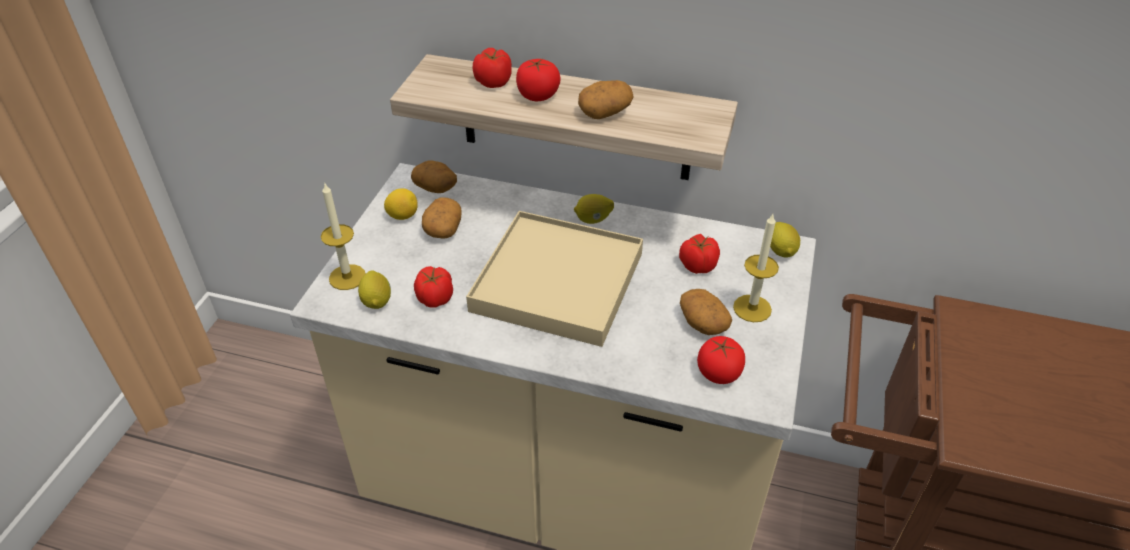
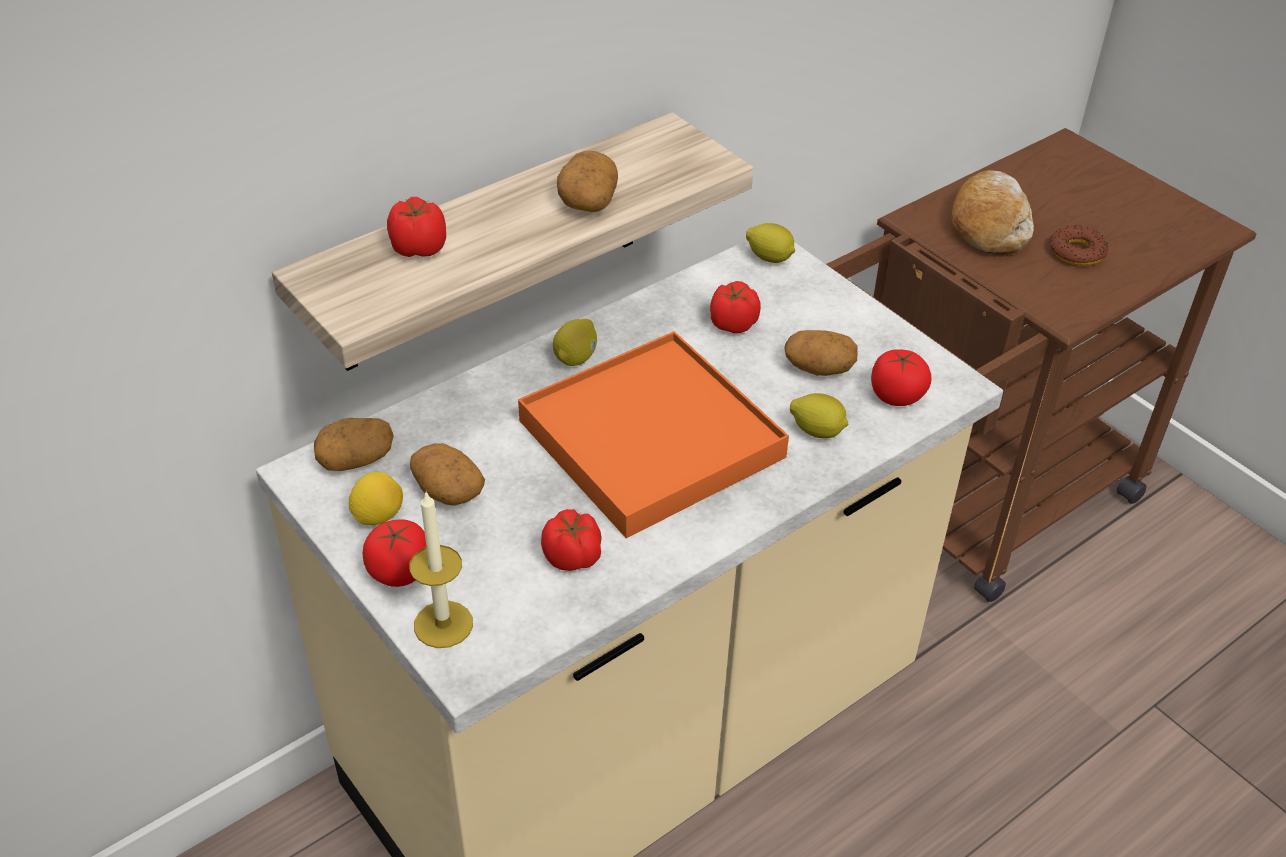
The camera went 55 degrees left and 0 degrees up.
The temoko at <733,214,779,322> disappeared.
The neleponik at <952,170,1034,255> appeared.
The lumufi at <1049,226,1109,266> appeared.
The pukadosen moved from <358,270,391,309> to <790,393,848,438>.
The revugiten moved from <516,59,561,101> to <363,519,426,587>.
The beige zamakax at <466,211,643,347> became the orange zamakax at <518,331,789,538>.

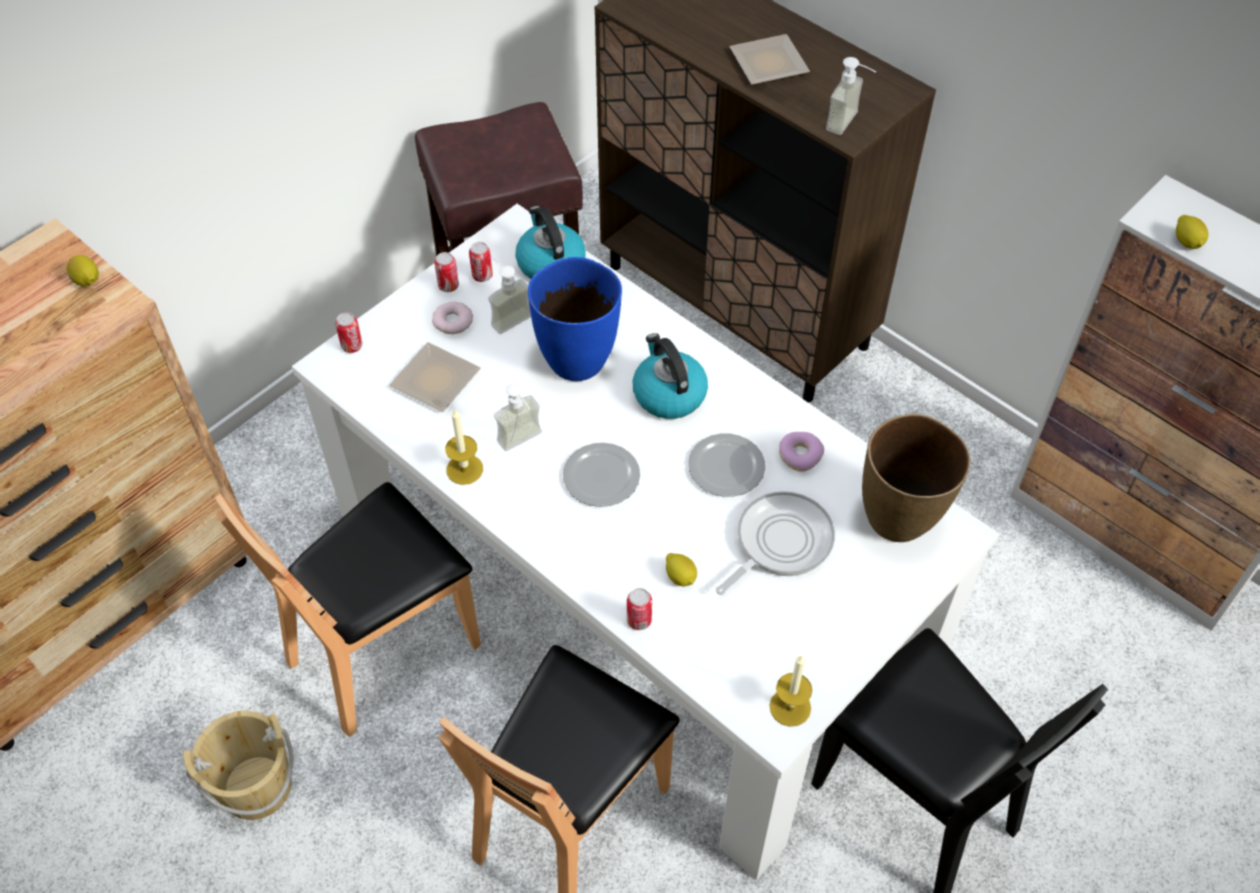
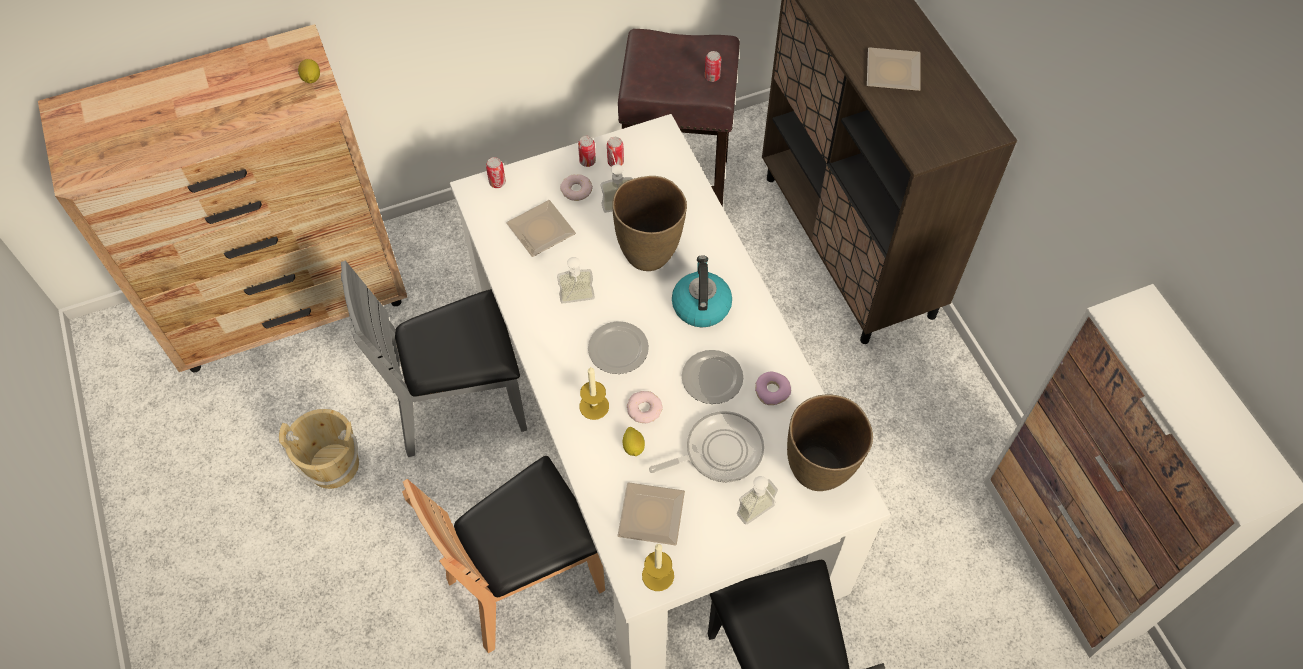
The camera went 25 degrees right and 5 degrees up.
The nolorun at <516,206,585,279> disappeared.
The pukadosen at <1176,215,1209,249> disappeared.
The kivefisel at <617,482,685,545> appeared.
The lumufi at <627,391,663,423> appeared.
The temoko moved from <445,408,483,485> to <579,367,609,420>.
The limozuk moved from <627,588,652,630> to <705,51,721,82>.
The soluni moved from <826,57,876,135> to <737,476,778,525>.
The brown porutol at <215,482,481,737> became the grey porutol at <341,260,527,457>.
The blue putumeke at <528,257,622,381> became the brown putumeke at <612,176,687,271>.

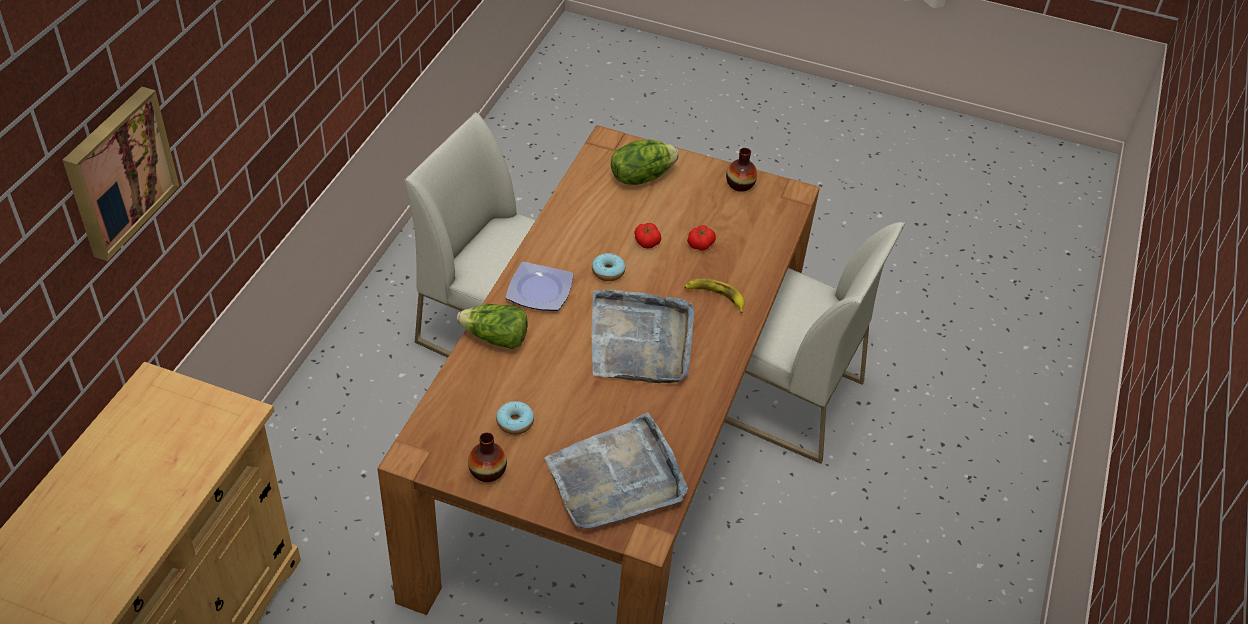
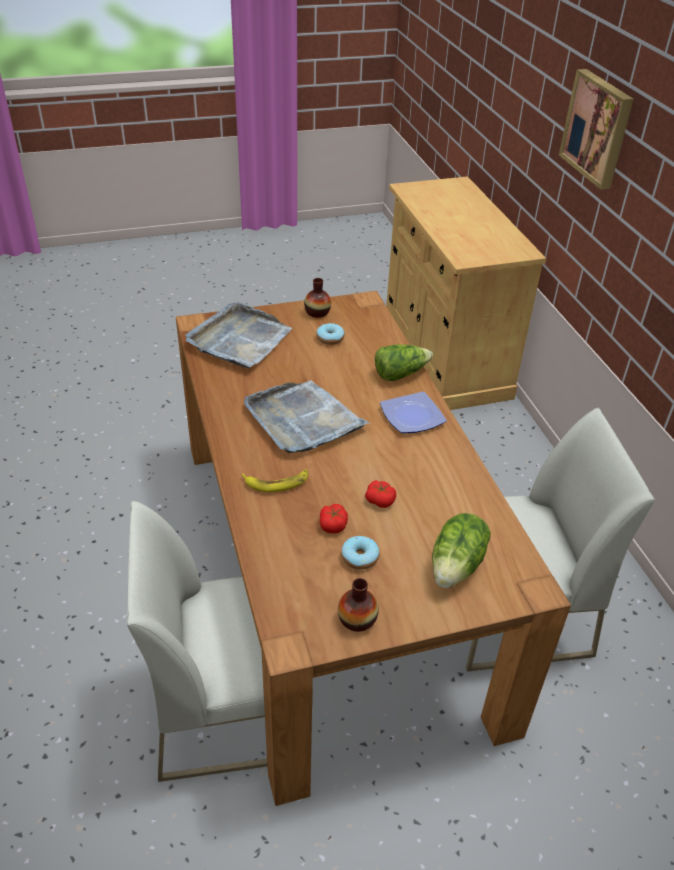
The camera went 145 degrees right and 5 degrees down.
The lumufi moved from <592,253,625,281> to <341,536,380,570>.

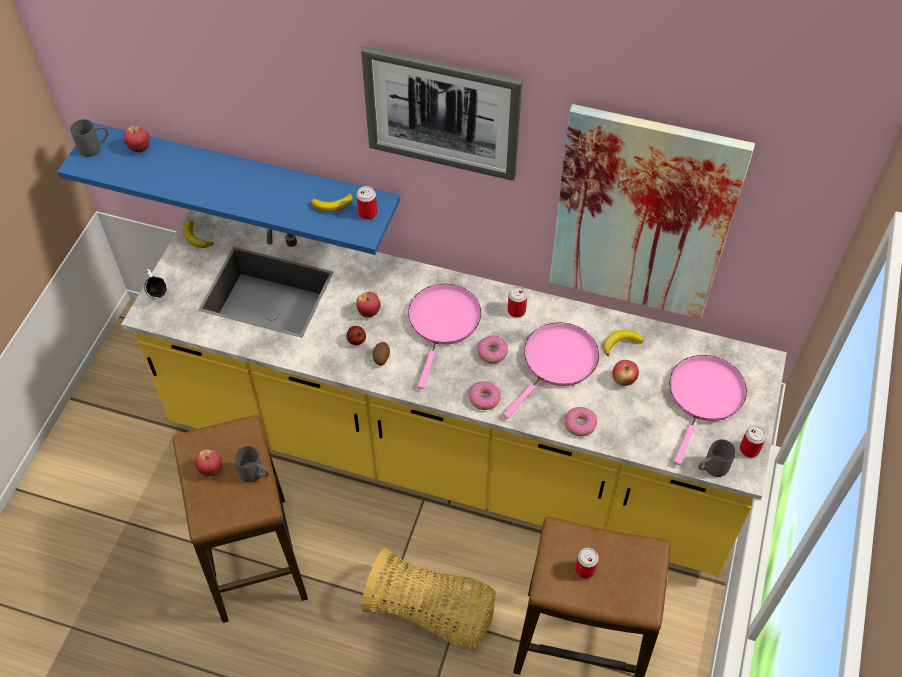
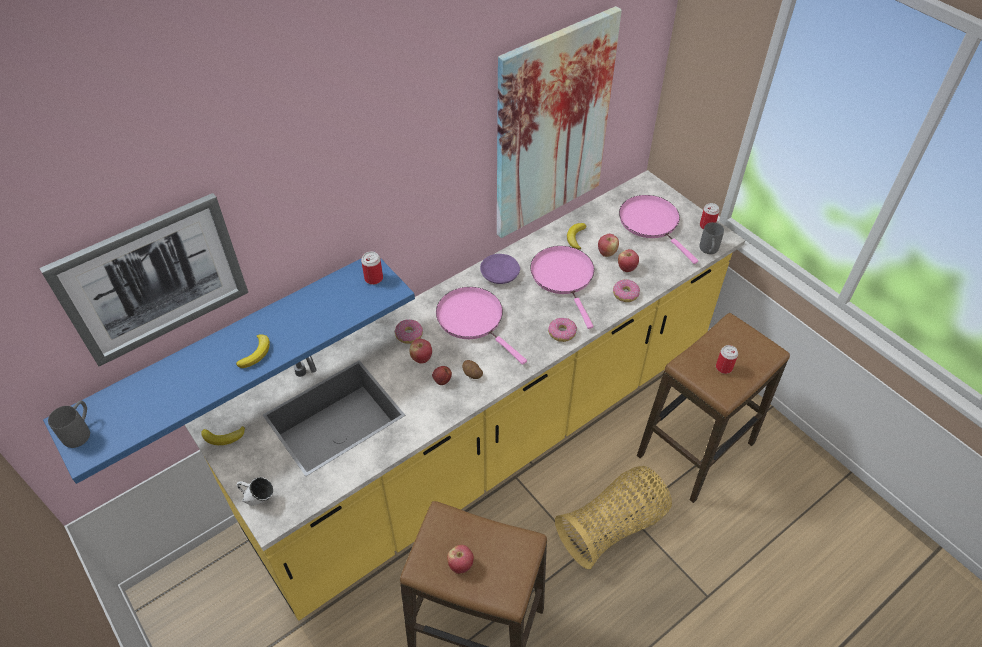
The camera went 55 degrees left and 5 degrees down.
The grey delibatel at <234,446,269,482> disappeared.
The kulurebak moved from <124,126,150,152> to <618,249,639,272>.
The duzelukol moved from <311,193,353,212> to <236,334,270,368>.
The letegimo moved from <361,46,522,181> to <39,193,248,366>.
The lumufi moved from <477,336,508,363> to <395,319,423,344>.
The limozuk at <508,286,527,317> was replaced by the purple kivefisel at <480,254,520,284>.

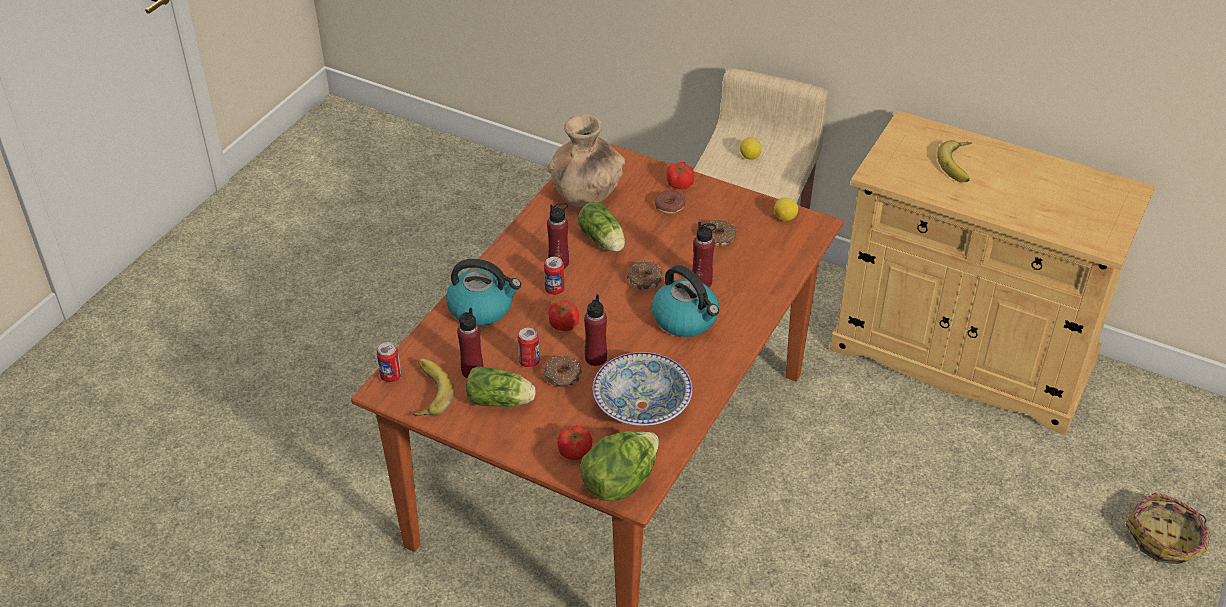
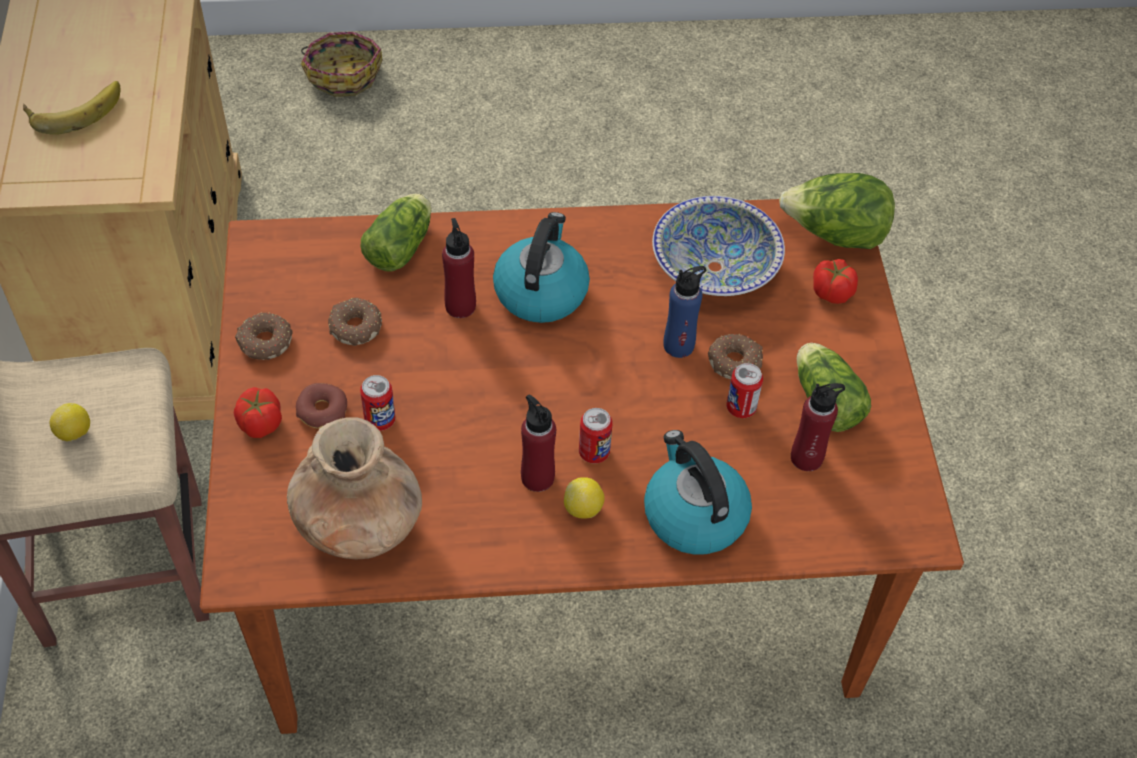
The camera went 125 degrees left and 10 degrees up.
The duzelukol at <413,359,454,416> disappeared.
The revugiten at <548,300,579,331> disappeared.
The limozuk moved from <377,342,401,382> to <360,375,395,431>.
The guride moved from <578,202,625,252> to <361,193,432,271>.
The lumufi moved from <627,261,663,290> to <235,313,293,360>.
The pukadosen moved from <774,197,798,221> to <564,477,605,519>.
The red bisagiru at <584,294,607,366> became the blue bisagiru at <663,266,707,358>.

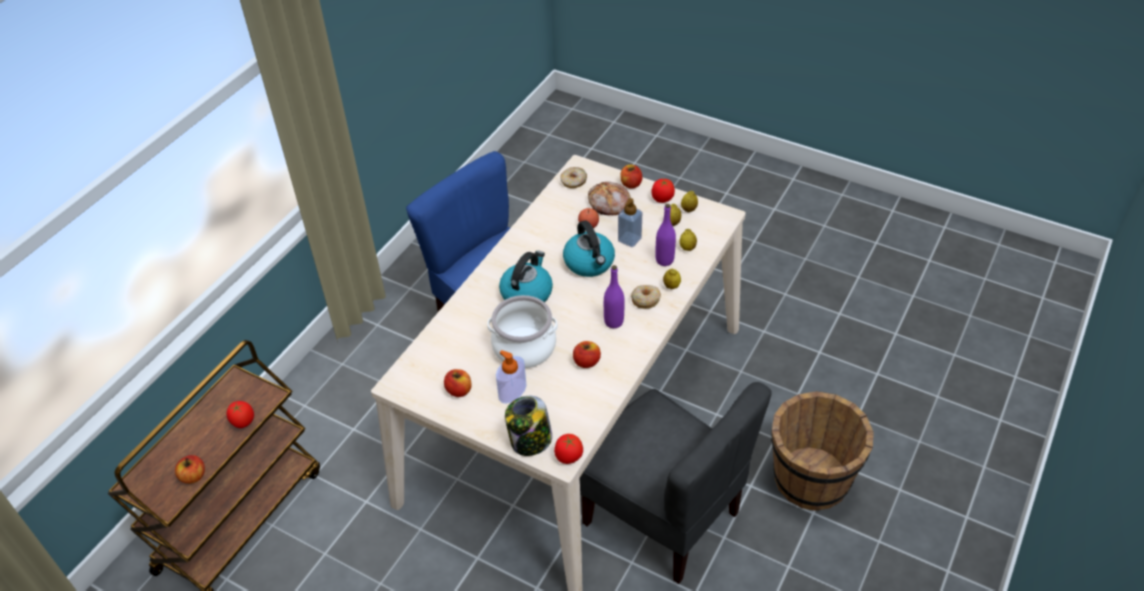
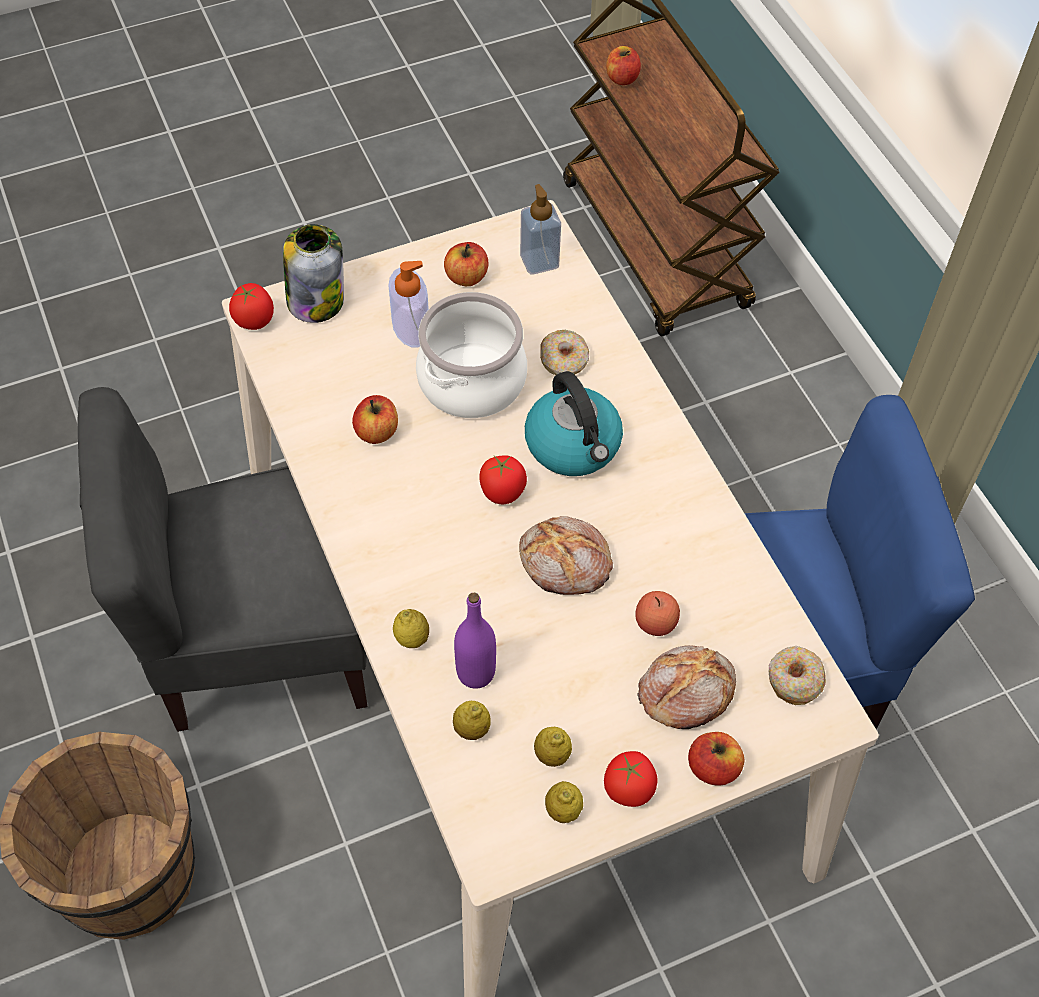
The camera went 125 degrees right and 10 degrees up.
The purple bisagiru at <604,265,625,328> disappeared.
The revugiten moved from <227,401,254,428> to <479,455,527,504>.
The soluni moved from <618,198,642,247> to <520,184,561,275>.
The lumufi moved from <631,285,661,309> to <540,330,589,375>.
The nolorun at <563,220,615,277> was replaced by the neleponik at <519,516,613,595>.

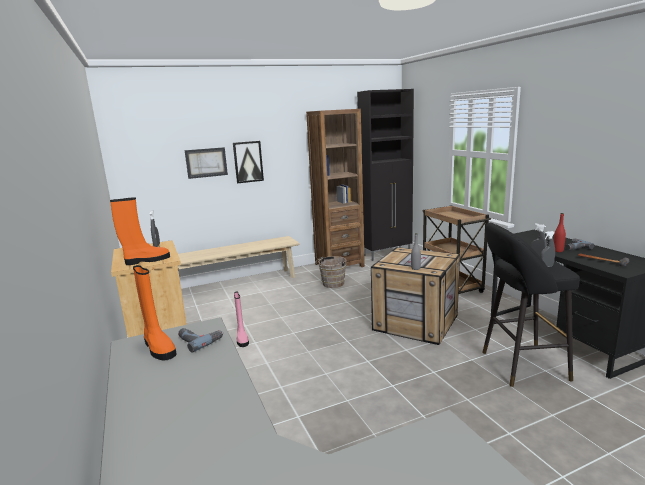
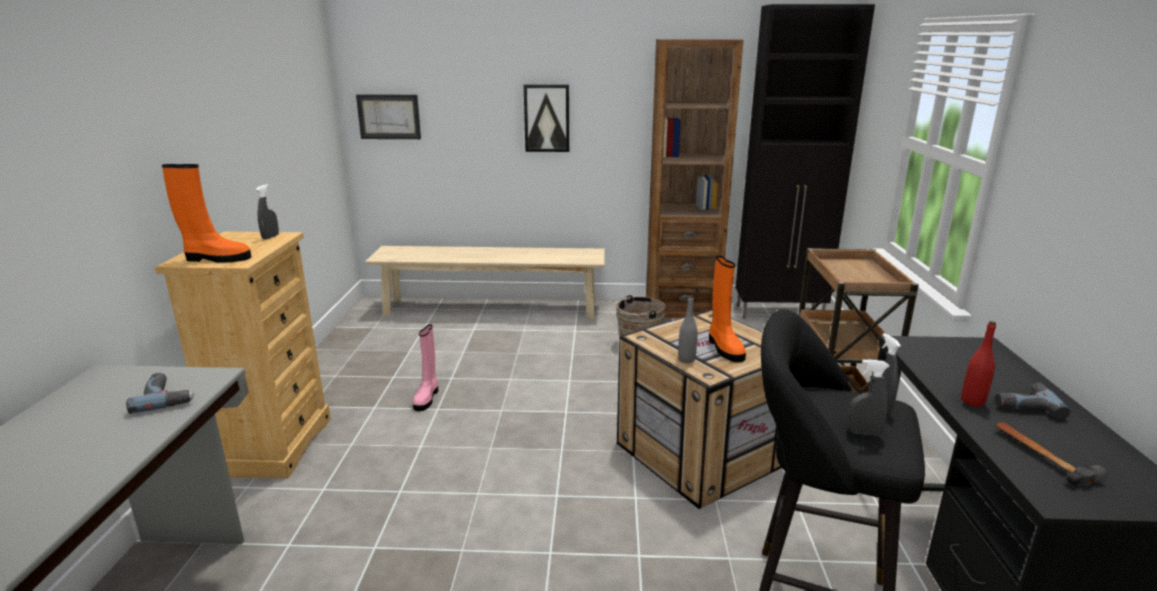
The camera went 25 degrees right and 5 degrees up.
The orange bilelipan moved from <133,265,176,360> to <709,256,746,362>.
The letegimo moved from <184,147,228,179> to <356,94,421,139>.

